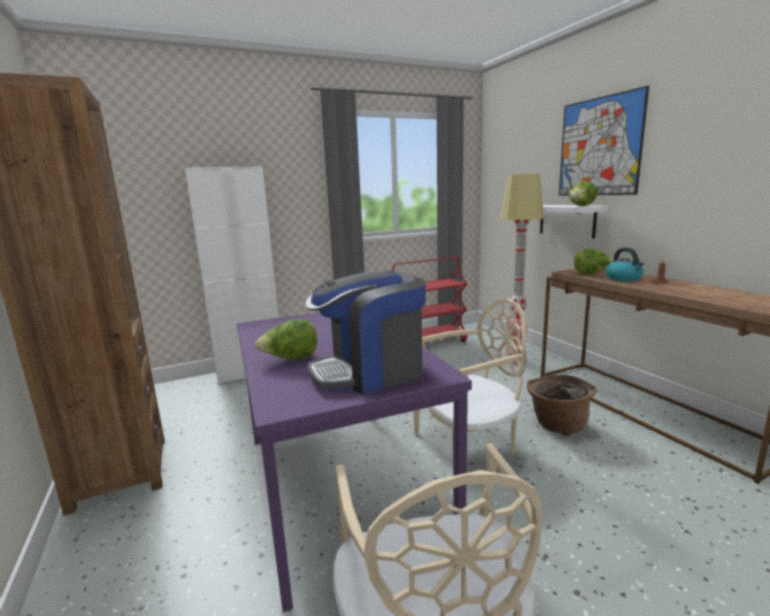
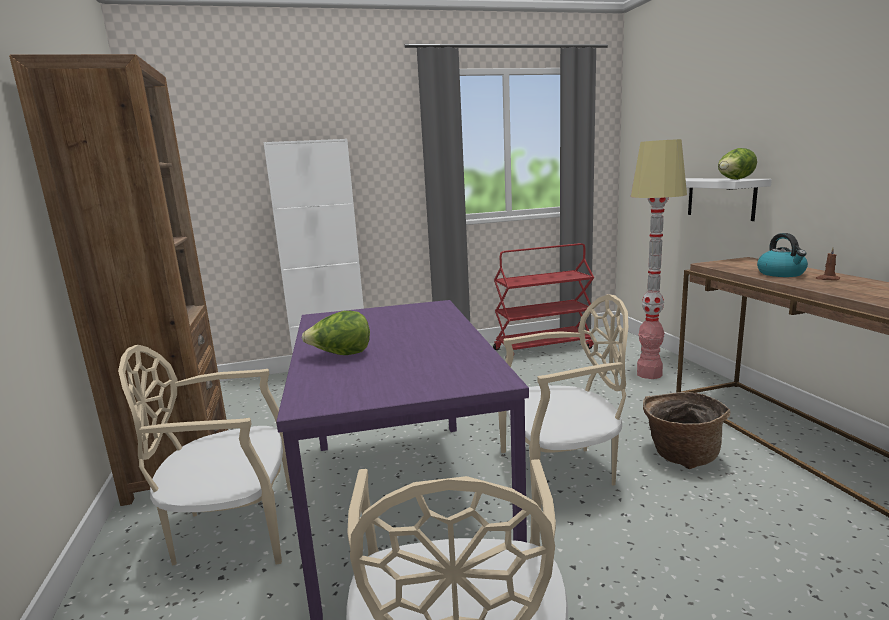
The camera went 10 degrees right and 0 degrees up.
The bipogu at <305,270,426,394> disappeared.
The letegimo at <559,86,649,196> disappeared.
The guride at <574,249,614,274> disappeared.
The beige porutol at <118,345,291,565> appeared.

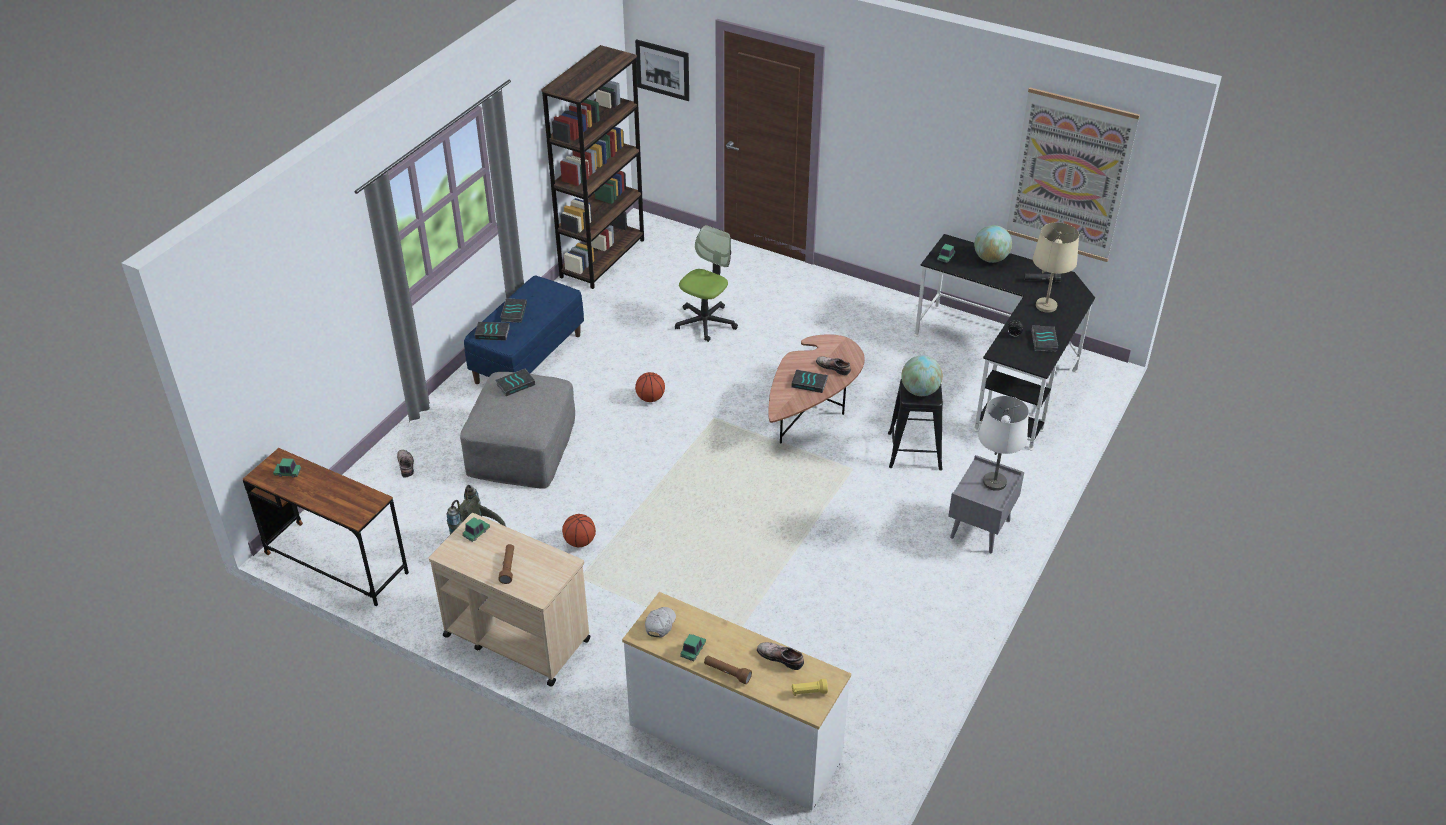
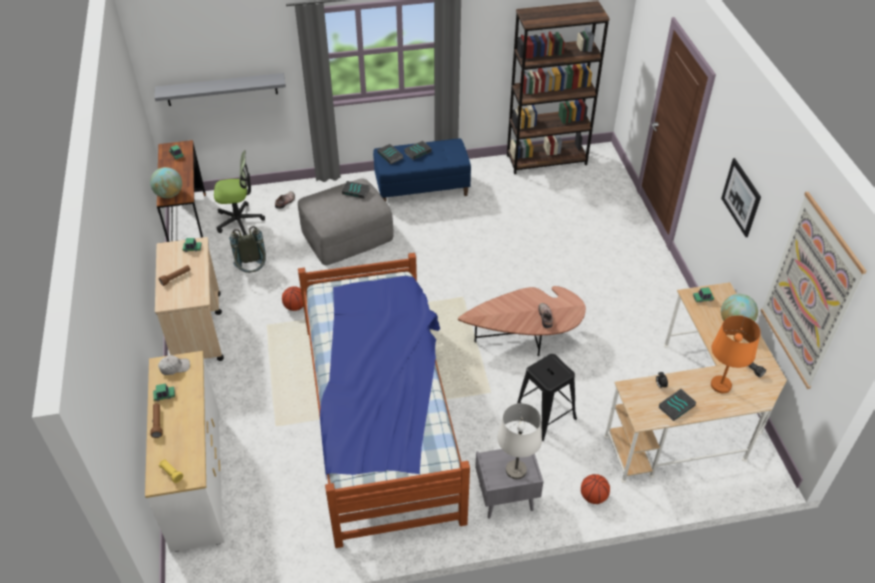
The camera went 50 degrees right and 5 degrees up.
The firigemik at <757,642,804,670> disappeared.
The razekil at <792,369,828,393> disappeared.
The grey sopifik at <155,73,286,106> appeared.
The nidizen at <298,253,470,548> appeared.
The letegimo moved from <635,39,689,101> to <721,158,761,237>.
The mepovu moved from <635,372,665,402> to <581,474,610,504>.
The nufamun moved from <675,225,738,342> to <214,150,265,236>.
The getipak moved from <901,355,943,396> to <150,167,182,198>.
The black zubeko at <914,234,1095,450> became the beige zubeko at <604,282,787,483>.
The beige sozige at <1033,222,1079,313> became the orange sozige at <711,315,761,393>.

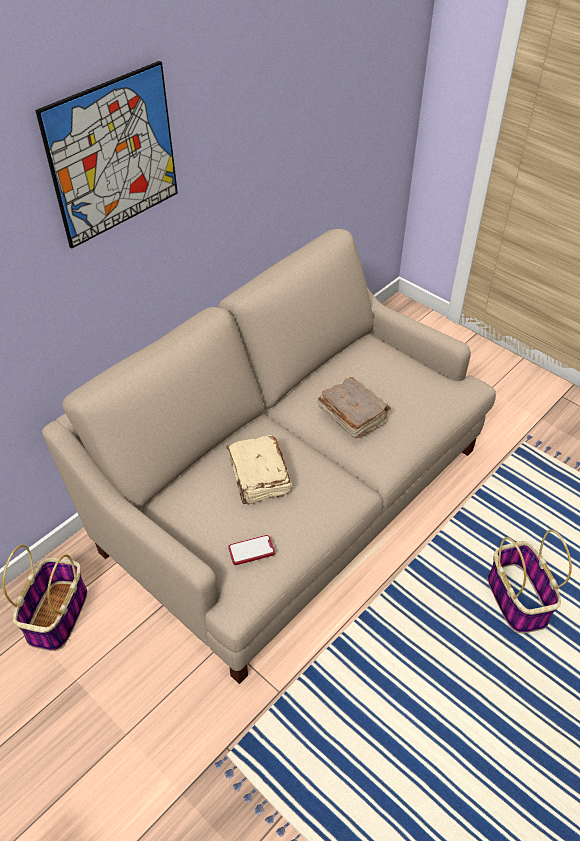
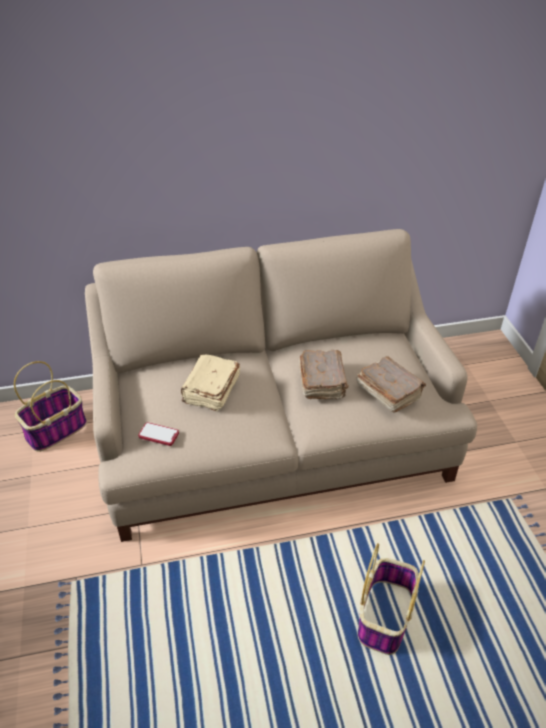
The camera went 35 degrees right and 5 degrees down.
The letegimo at <35,61,178,249> disappeared.
The brown razekil at <356,356,426,412> appeared.

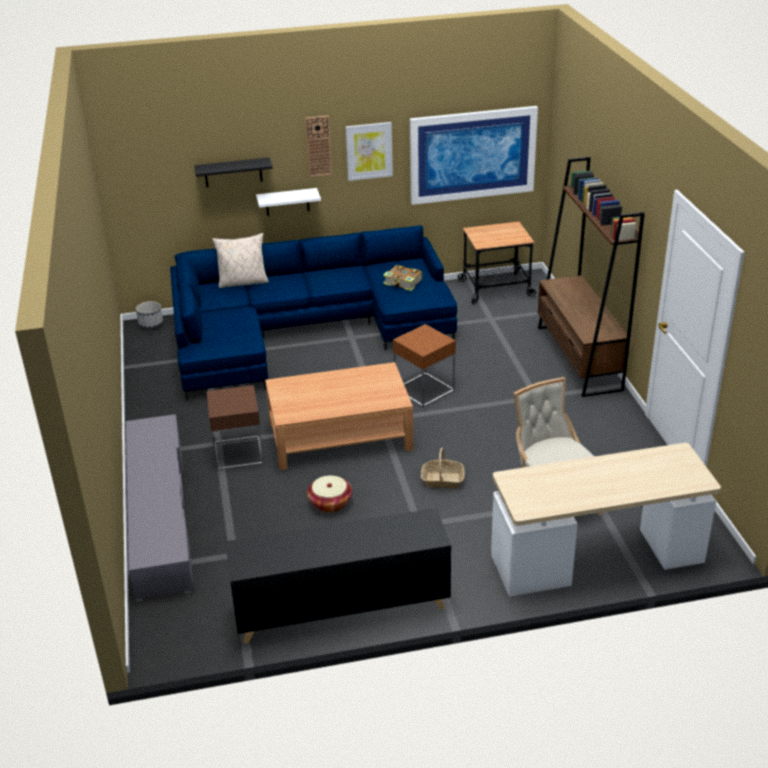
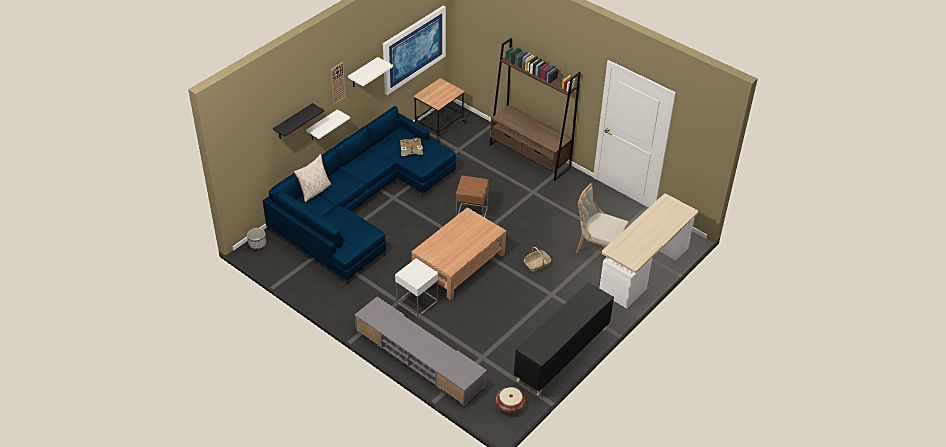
The camera went 40 degrees left and 10 degrees up.
The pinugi moved from <307,476,352,512> to <496,387,525,413>.
The letegimo at <345,122,393,181> was replaced by the white sopifik at <348,57,393,87>.
The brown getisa at <207,385,264,470> became the white getisa at <395,258,438,317>.

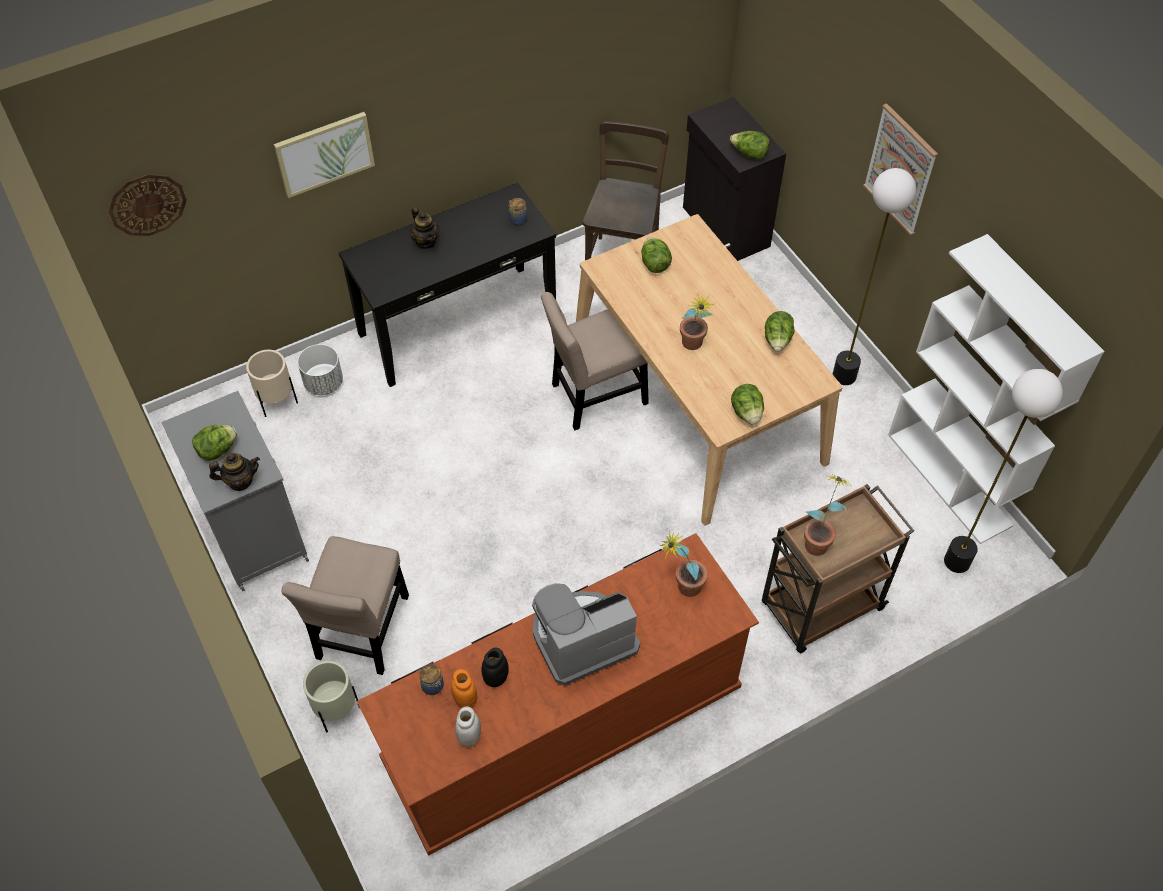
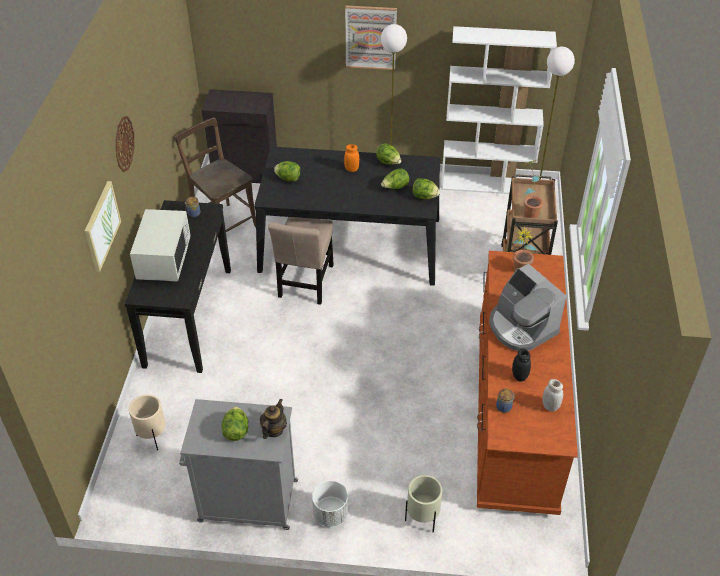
The camera went 55 degrees left and 10 degrees down.
The beige porutol at <282,536,409,675> disappeared.
The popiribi at <680,293,716,350> disappeared.
The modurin moved from <109,174,187,236> to <116,116,134,172>.
The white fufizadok moved from <298,344,343,395> to <312,481,348,527>.
The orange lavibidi moved from <451,669,477,708> to <344,144,359,172>.
The guride moved from <730,131,770,160> to <381,169,409,189>.
The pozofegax at <410,207,440,249> was replaced by the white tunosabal at <130,209,191,281>.
The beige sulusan at <576,214,843,526> became the black sulusan at <254,147,441,286>.
The bipogu at <532,583,640,686> turned 45 degrees counterclockwise.

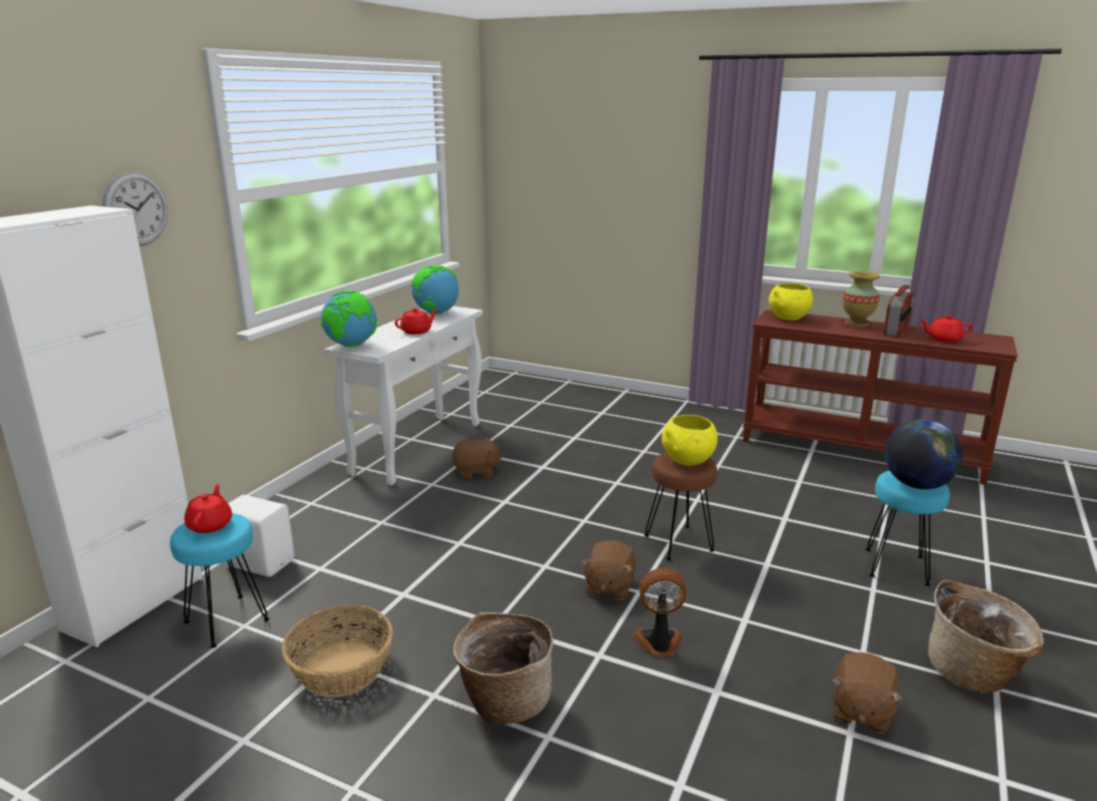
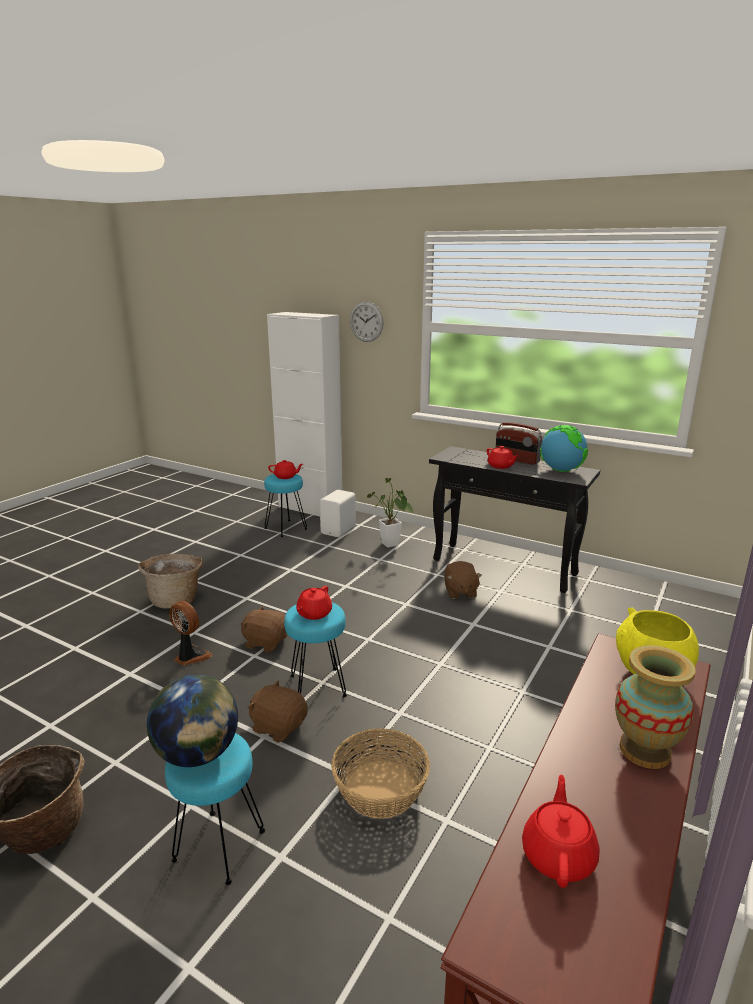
The camera went 95 degrees right and 0 degrees up.
The getipak at <321,290,378,347> disappeared.
The popiribi at <367,478,413,548> appeared.
The pinugi moved from <282,605,393,697> to <331,728,430,819>.
The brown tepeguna moved from <831,652,903,733> to <248,680,307,743>.
The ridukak moved from <883,285,914,337> to <496,422,543,465>.
The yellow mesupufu at <662,415,718,465> was replaced by the red pozofegax at <296,586,332,620>.
The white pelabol at <324,306,483,486> became the black pelabol at <429,446,600,593>.
The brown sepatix at <644,452,717,561> became the turquoise sepatix at <284,602,347,697>.
The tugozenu at <633,568,687,656> turned 60 degrees counterclockwise.

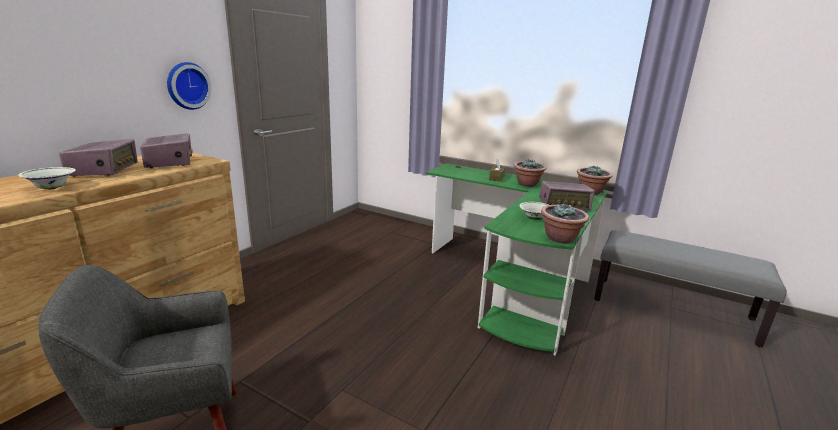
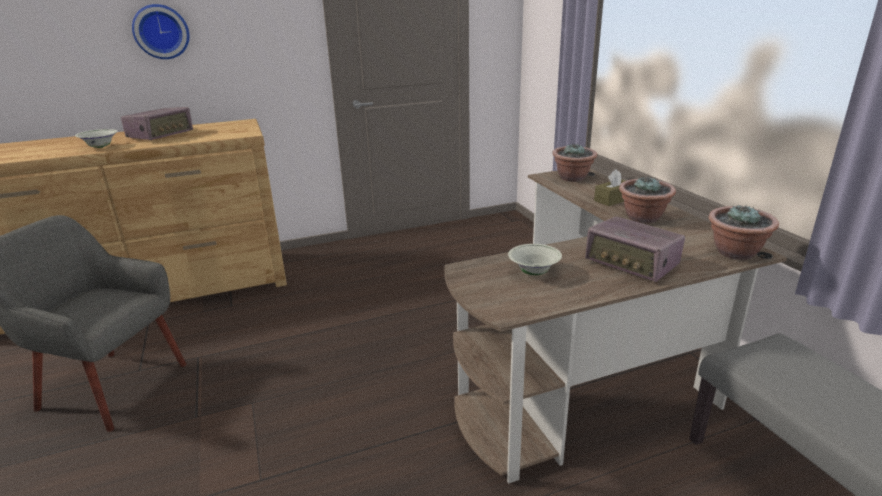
The camera went 40 degrees right and 5 degrees up.
The ridukak at <140,133,193,168> disappeared.
The modurin moved from <167,62,212,110> to <132,4,189,59>.
The popiribi moved from <541,203,589,244> to <552,143,597,182>.
The green zubeko at <426,164,608,355> became the brown zubeko at <444,169,787,484>.

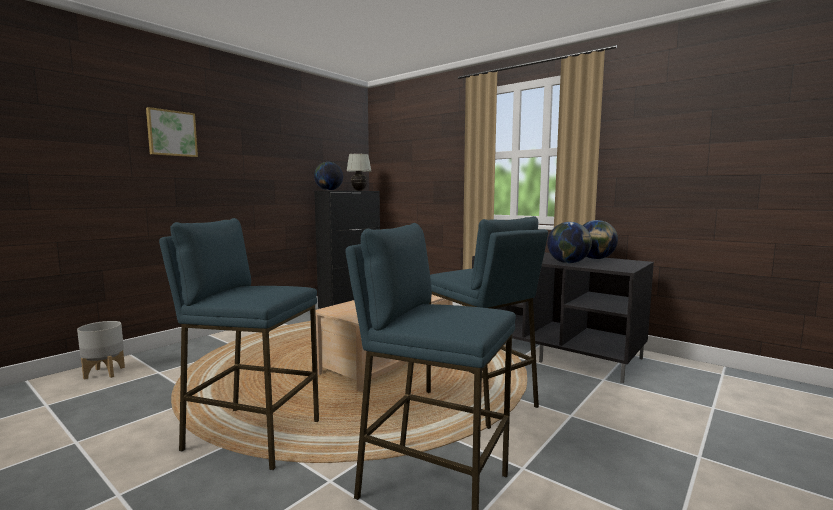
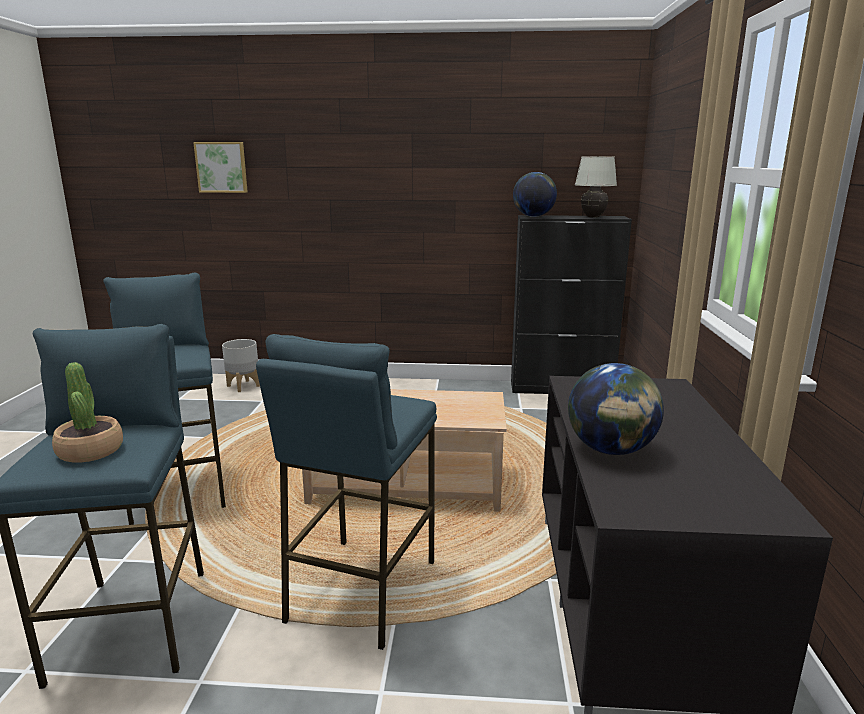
The camera went 55 degrees right and 10 degrees up.
The getipak at <582,220,618,259> disappeared.
The popiribi at <52,362,123,463> appeared.
The letegimo moved from <146,107,198,157> to <193,142,248,193>.

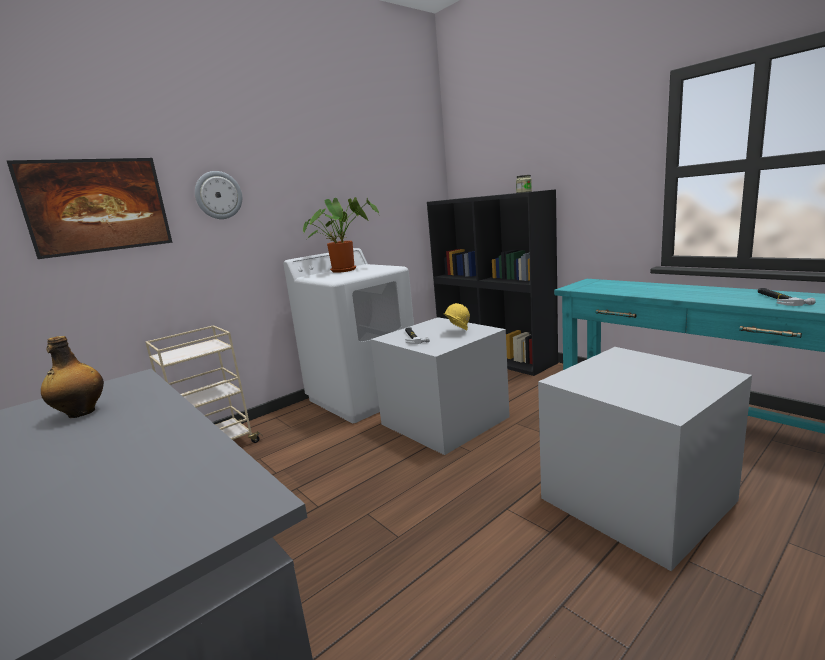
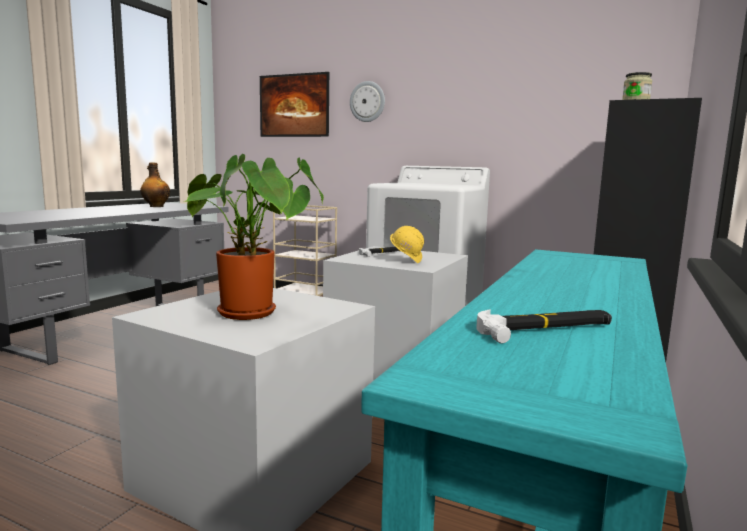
The camera went 65 degrees right and 5 degrees down.
The popiribi moved from <303,197,379,273> to <184,154,324,320>.

